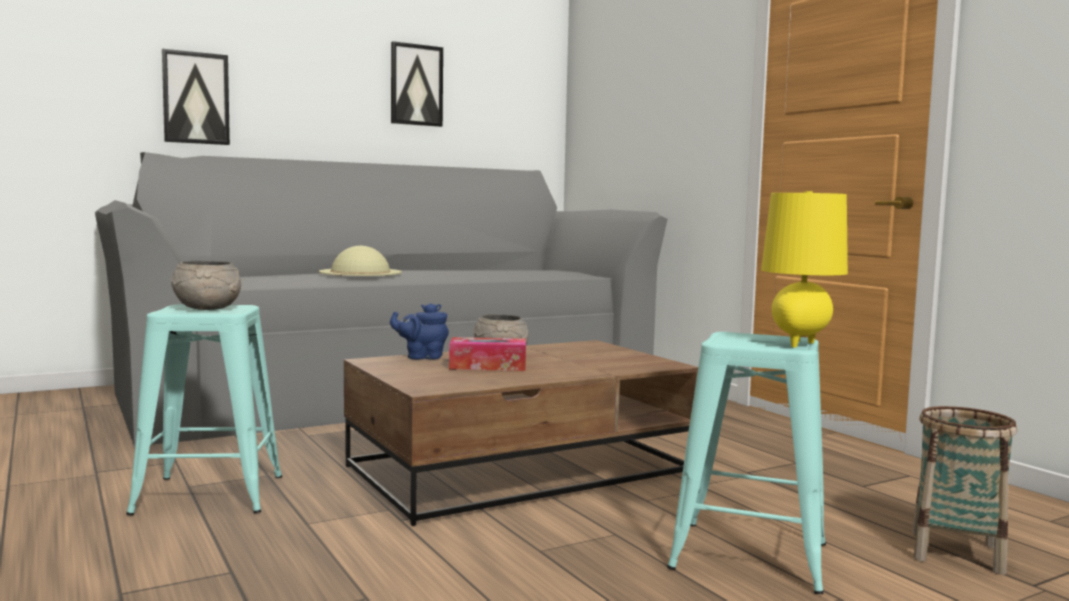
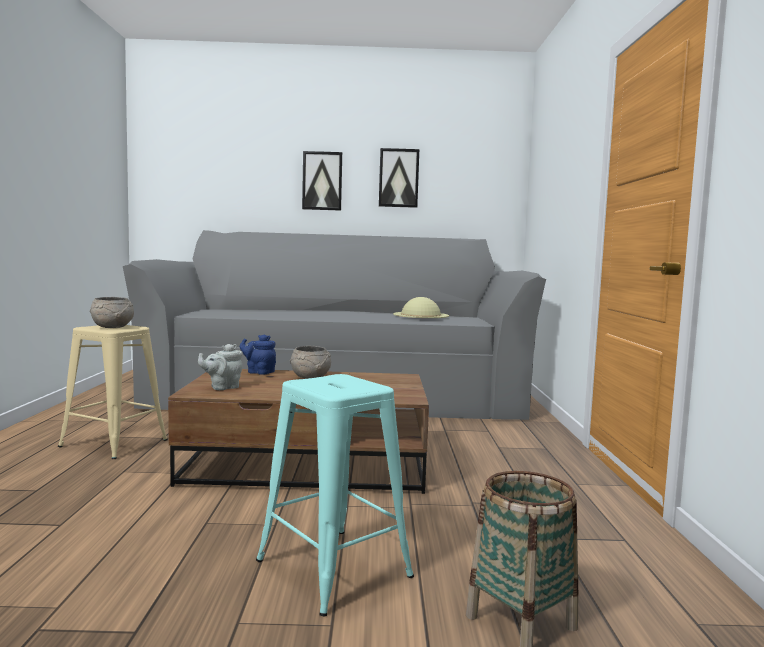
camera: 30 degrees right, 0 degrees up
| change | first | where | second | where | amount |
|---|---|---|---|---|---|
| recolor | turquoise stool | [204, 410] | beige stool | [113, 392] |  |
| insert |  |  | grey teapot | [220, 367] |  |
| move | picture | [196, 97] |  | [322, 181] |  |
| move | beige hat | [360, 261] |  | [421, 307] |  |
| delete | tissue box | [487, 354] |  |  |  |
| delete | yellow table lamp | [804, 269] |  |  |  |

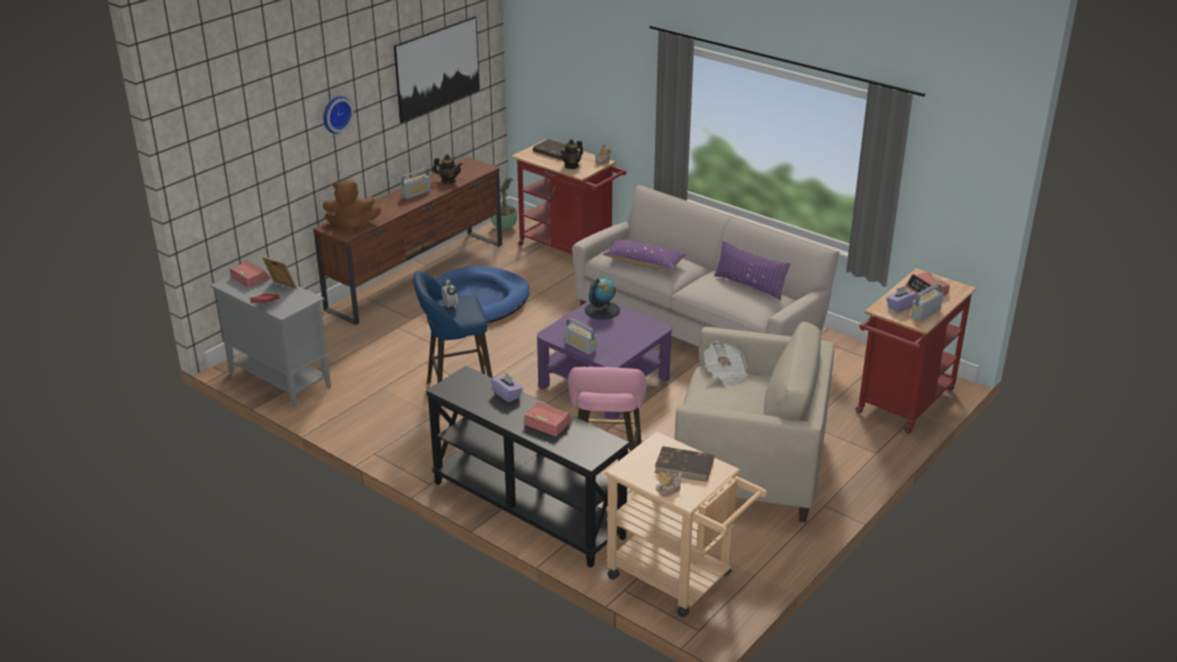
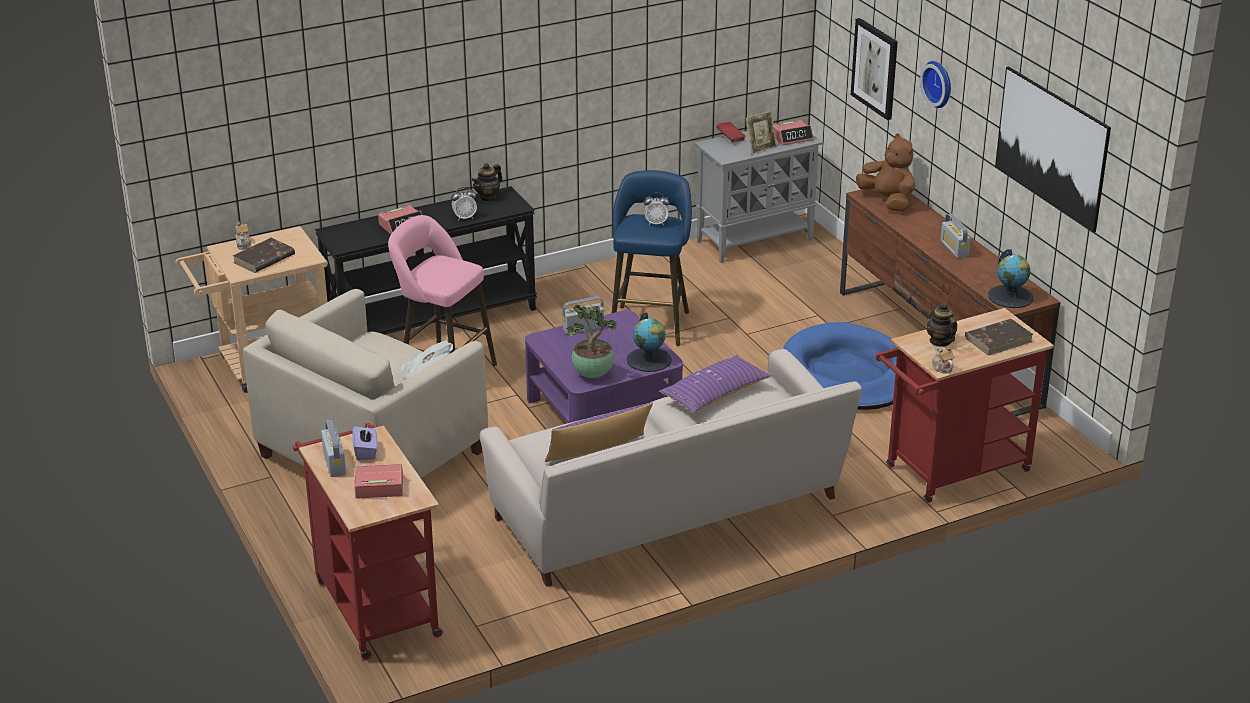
camera: 115 degrees right, 0 degrees up
| change | first | where | second | where | amount |
|---|---|---|---|---|---|
| replace | purple tissue box | [507, 387] | alarm clock | [464, 203] |  |
| move | teapot | [447, 169] |  | [487, 182] |  |
| move | potted plant | [503, 204] |  | [592, 341] |  |
| insert |  |  | picture | [874, 69] |  |
| rotate | brown plush toy | [351, 206] |  | [885, 172] | 120 degrees clockwise |
| insert |  |  | globe | [1011, 278] |  |

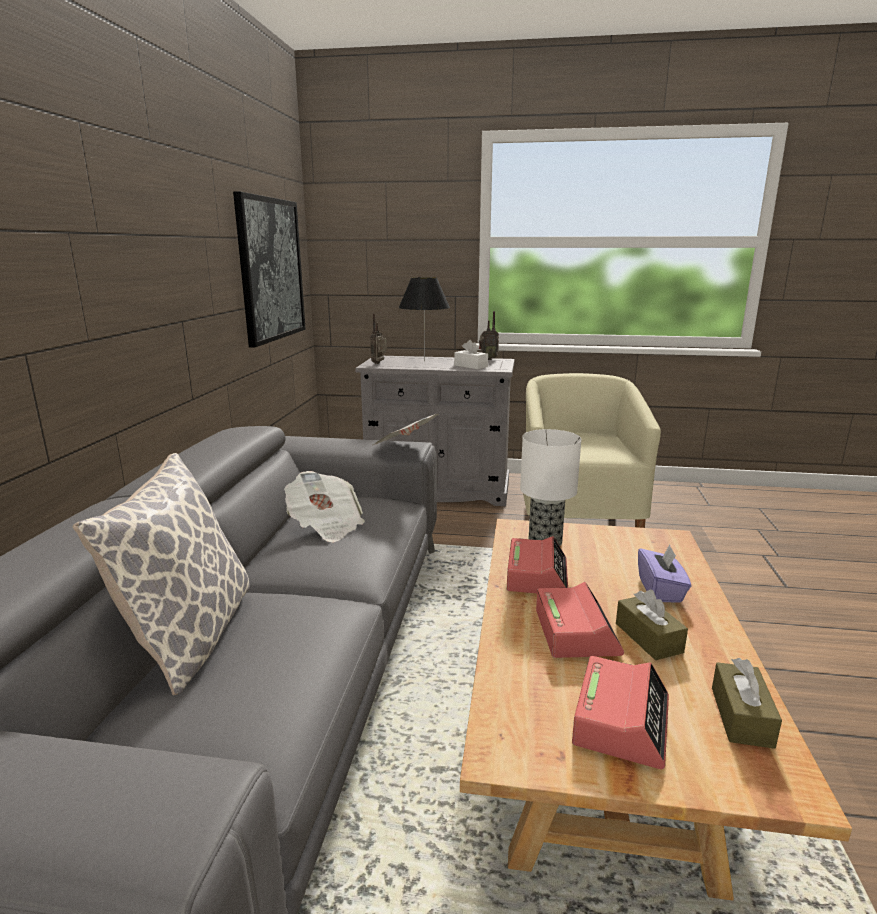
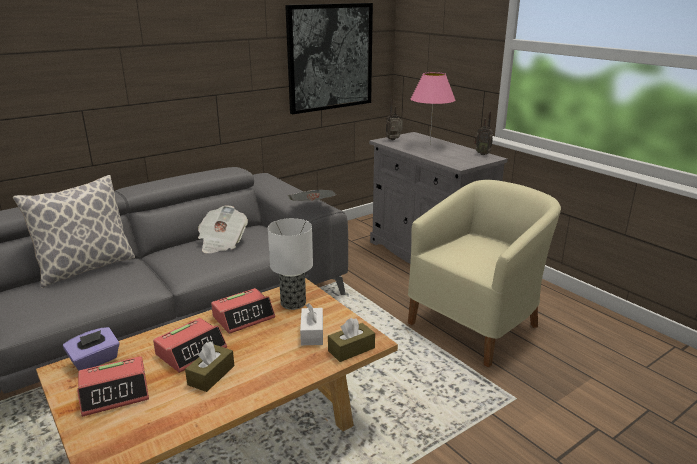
camera: 45 degrees right, 5 degrees up
| change | first | where | second | where | amount |
|---|---|---|---|---|---|
| move | purple tissue box | [664, 573] |  | [91, 349] |  |
| move | white tissue box | [471, 354] |  | [311, 324] |  |
| move | brown tissue box | [747, 703] |  | [351, 340] |  |
| recolor | black table lamp | [424, 319] | pink table lamp | [433, 108] |  |

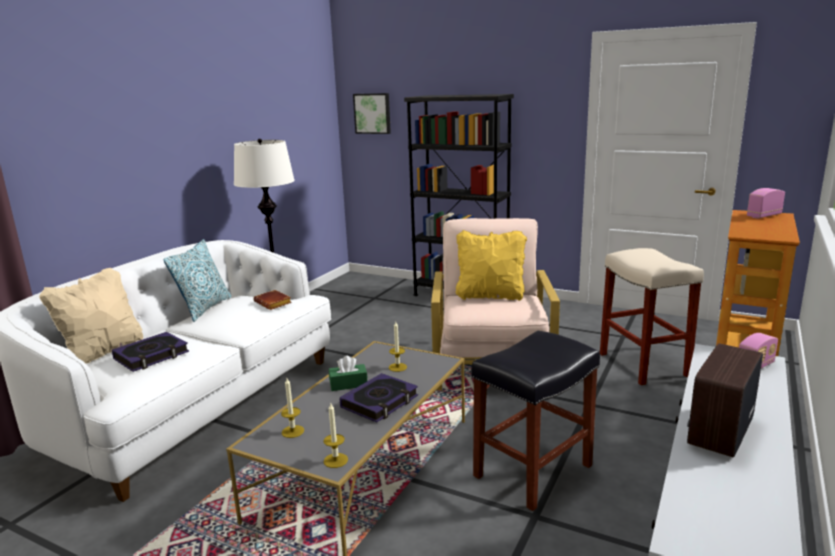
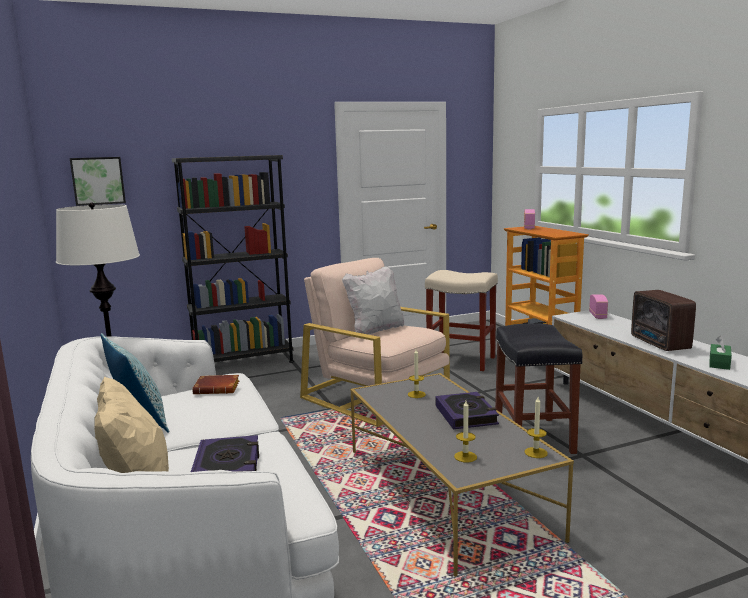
camera: 50 degrees left, 5 degrees down
| change | first | where | second | where | amount |
|---|---|---|---|---|---|
| recolor | yellow pillow | [491, 265] | white pillow | [373, 300] |  |
| move | green tissue box | [348, 373] |  | [721, 353] |  |

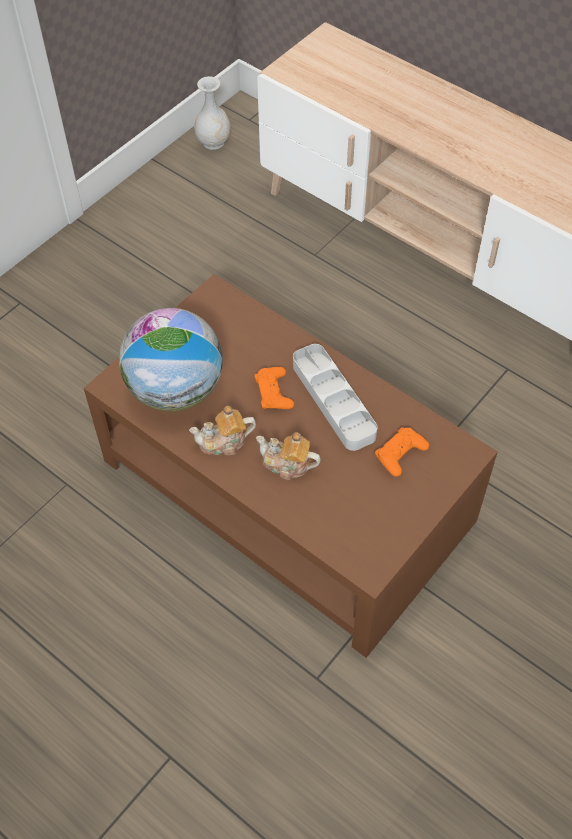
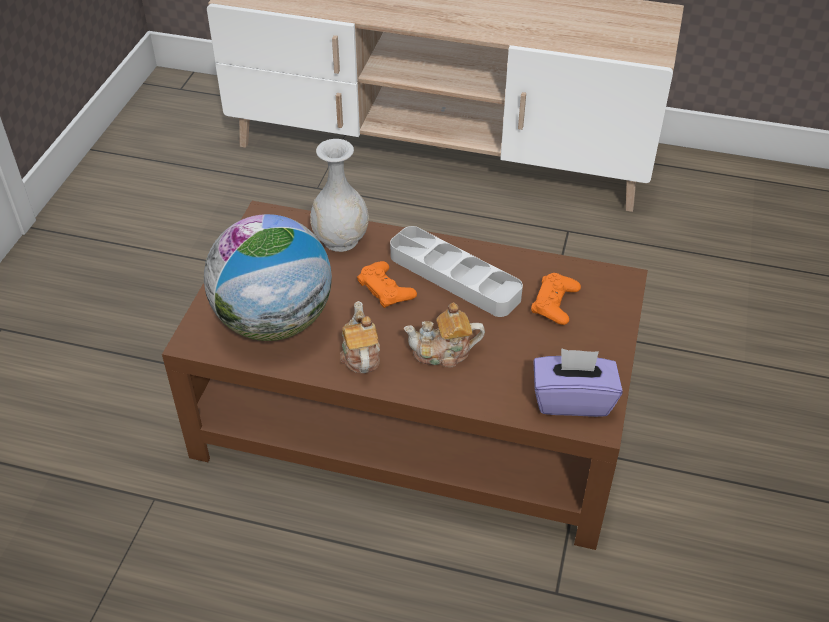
camera: 25 degrees left, 10 degrees down
| change | first | where | second | where | amount |
|---|---|---|---|---|---|
| move | white vase | [212, 113] |  | [339, 195] |  |
| rotate | teapot | [222, 430] |  | [360, 337] | 120 degrees clockwise |
| insert |  |  | purple tissue box | [577, 382] |  |

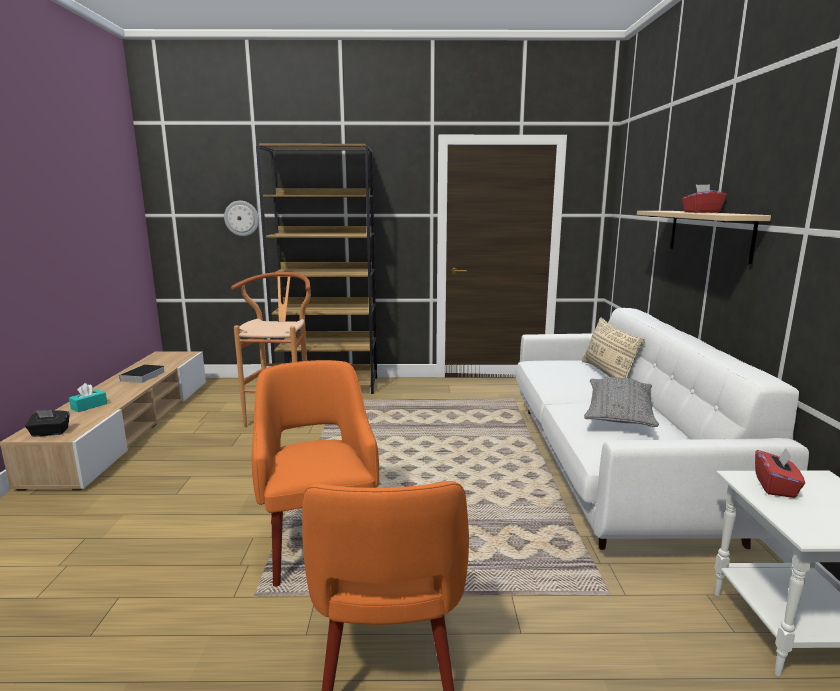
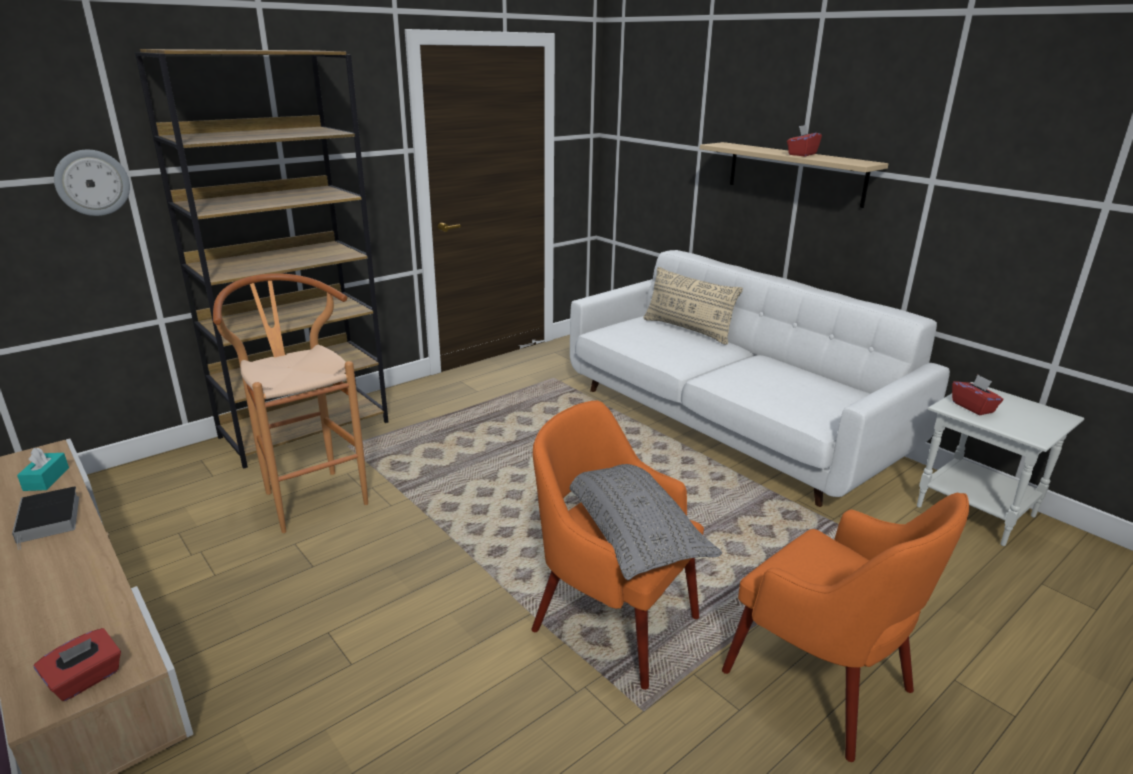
camera: 40 degrees left, 10 degrees up
| change | first | where | second | where | amount |
|---|---|---|---|---|---|
| move | turquoise tissue box | [88, 397] |  | [43, 469] |  |
| recolor | black tissue box | [47, 423] | red tissue box | [77, 664] |  |
| move | grey pillow | [621, 402] |  | [646, 520] |  |

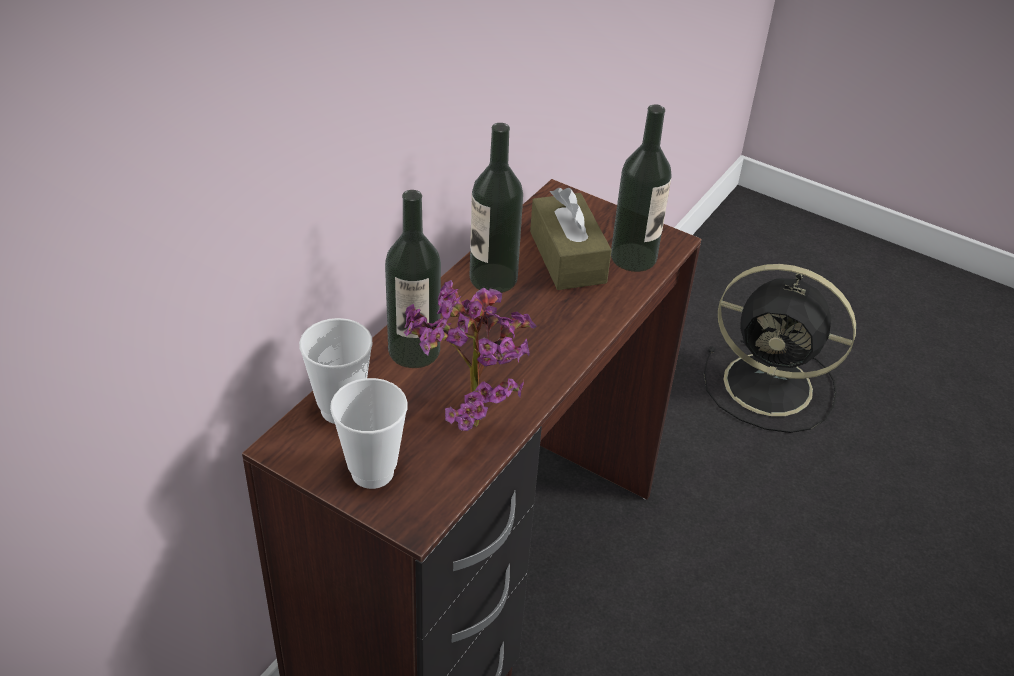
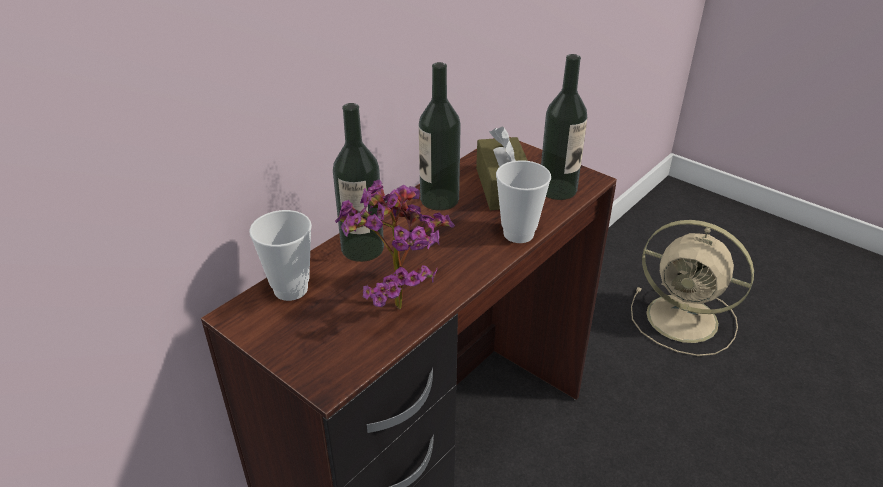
camera: 10 degrees right, 5 degrees down
| change | first | where | second | where | amount |
|---|---|---|---|---|---|
| move | cup | [369, 433] |  | [523, 201] |  |
| recolor | black fan | [780, 348] | beige fan | [692, 288] |  |

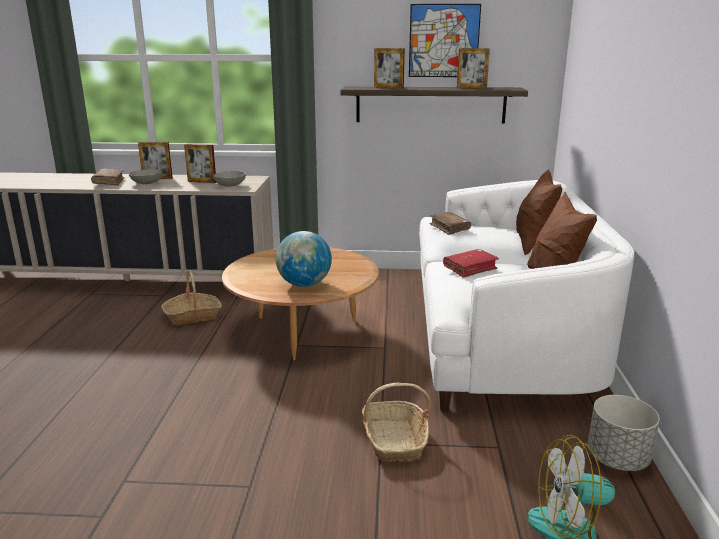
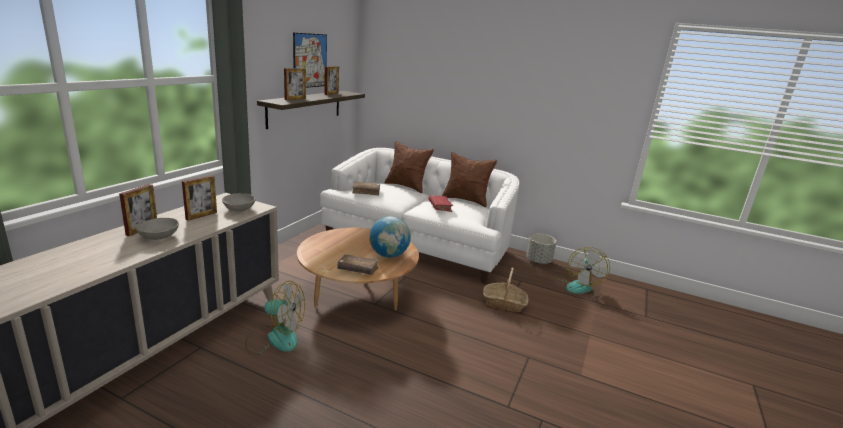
camera: 70 degrees left, 0 degrees up
| change | first | where | second | where | amount |
|---|---|---|---|---|---|
| replace | basket | [191, 298] | fan | [275, 318] |  |
| move | brown book | [108, 177] |  | [358, 264] |  |

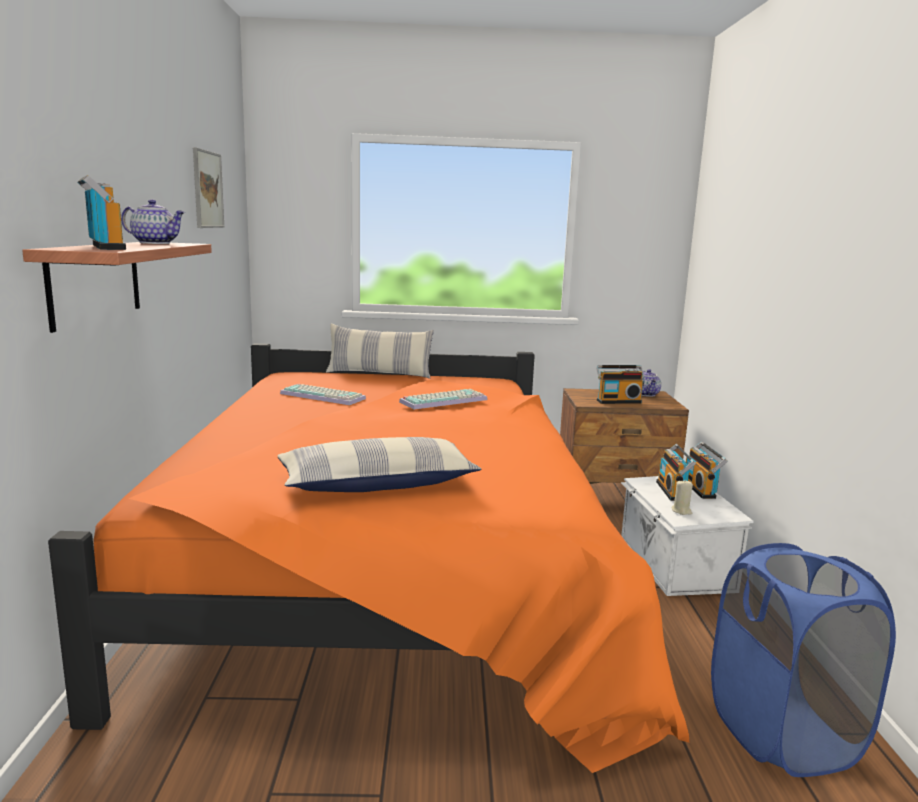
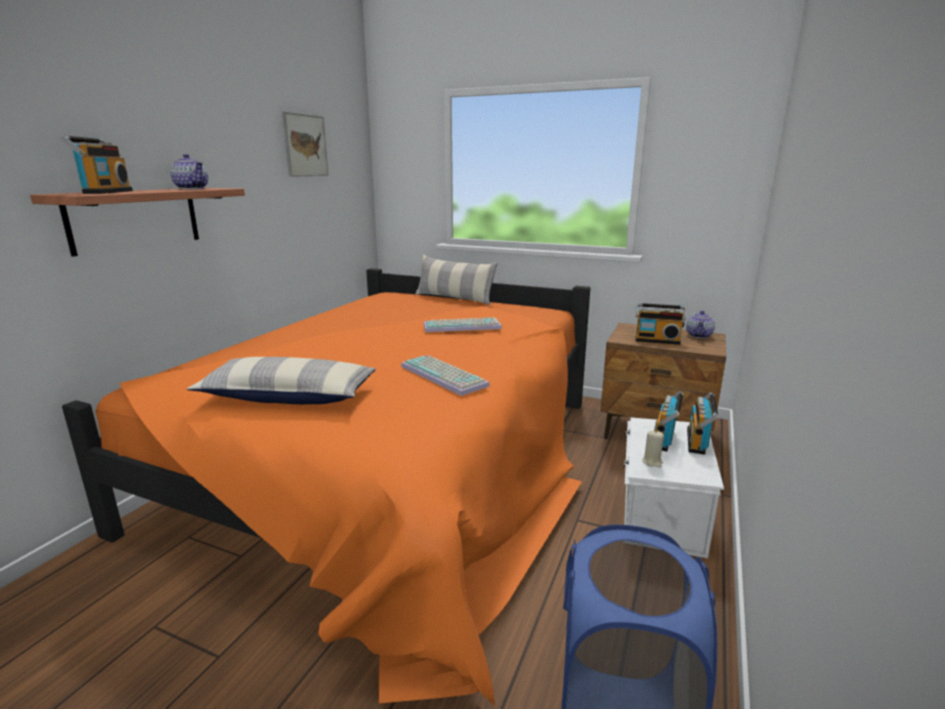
camera: 25 degrees right, 5 degrees up
| change | first | where | second | where | amount |
|---|---|---|---|---|---|
| move | keyboard | [323, 394] |  | [445, 375] |  |

